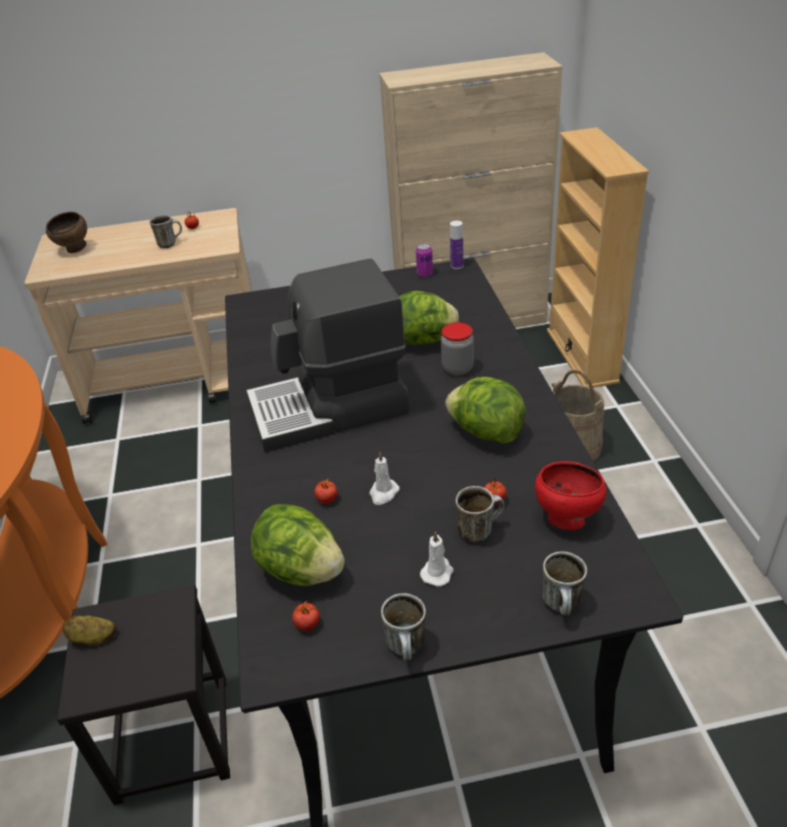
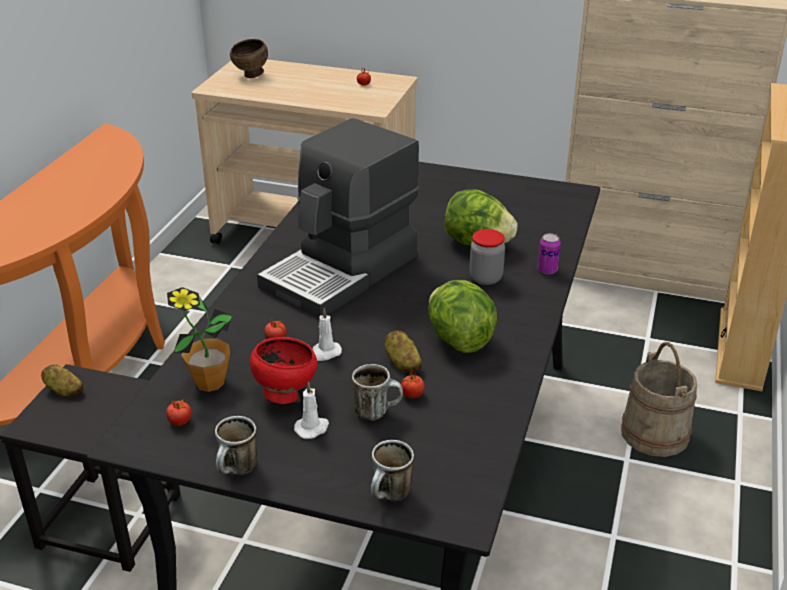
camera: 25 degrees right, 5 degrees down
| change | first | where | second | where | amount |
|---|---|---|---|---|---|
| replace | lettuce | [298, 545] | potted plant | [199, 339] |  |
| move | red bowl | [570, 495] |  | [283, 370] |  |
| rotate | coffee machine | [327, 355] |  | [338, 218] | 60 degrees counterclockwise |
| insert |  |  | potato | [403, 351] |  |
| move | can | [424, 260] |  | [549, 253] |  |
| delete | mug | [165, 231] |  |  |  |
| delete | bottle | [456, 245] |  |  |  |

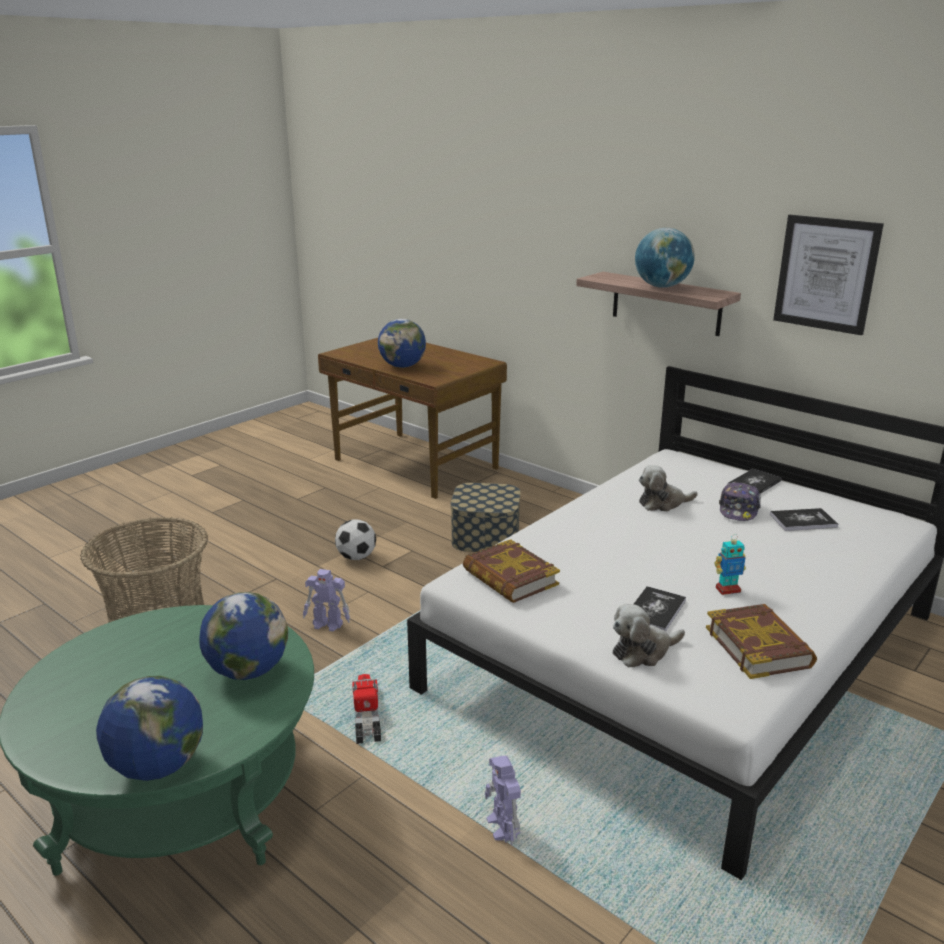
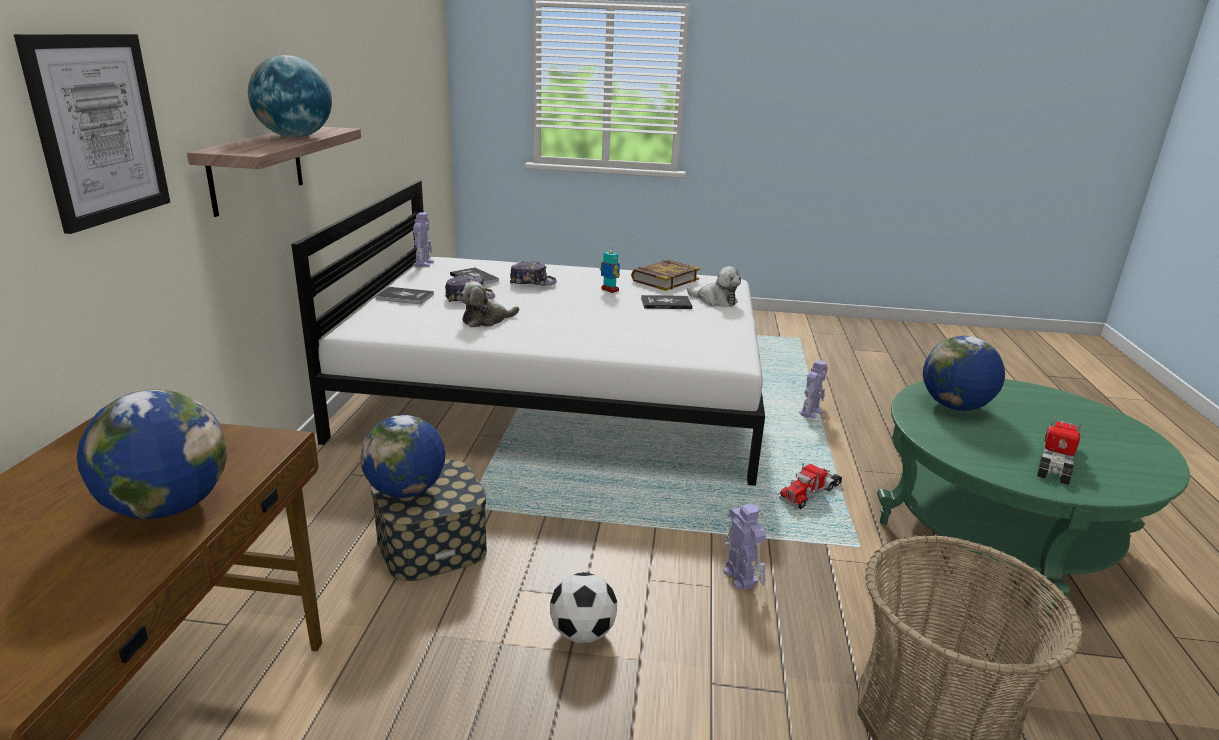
camera: 125 degrees left, 0 degrees up
| change | first | where | second | where | amount |
|---|---|---|---|---|---|
| move | picture | [828, 275] |  | [92, 134] |  |
| move | globe | [149, 728] |  | [403, 456] |  |
| insert |  |  | toy robot | [423, 239] |  |
| rotate | plush toy | [668, 488] |  | [489, 304] | 105 degrees clockwise |
| insert |  |  | cap | [533, 273] |  |
| insert |  |  | toy truck | [1059, 451] |  |
| delete | book | [511, 571] |  |  |  |

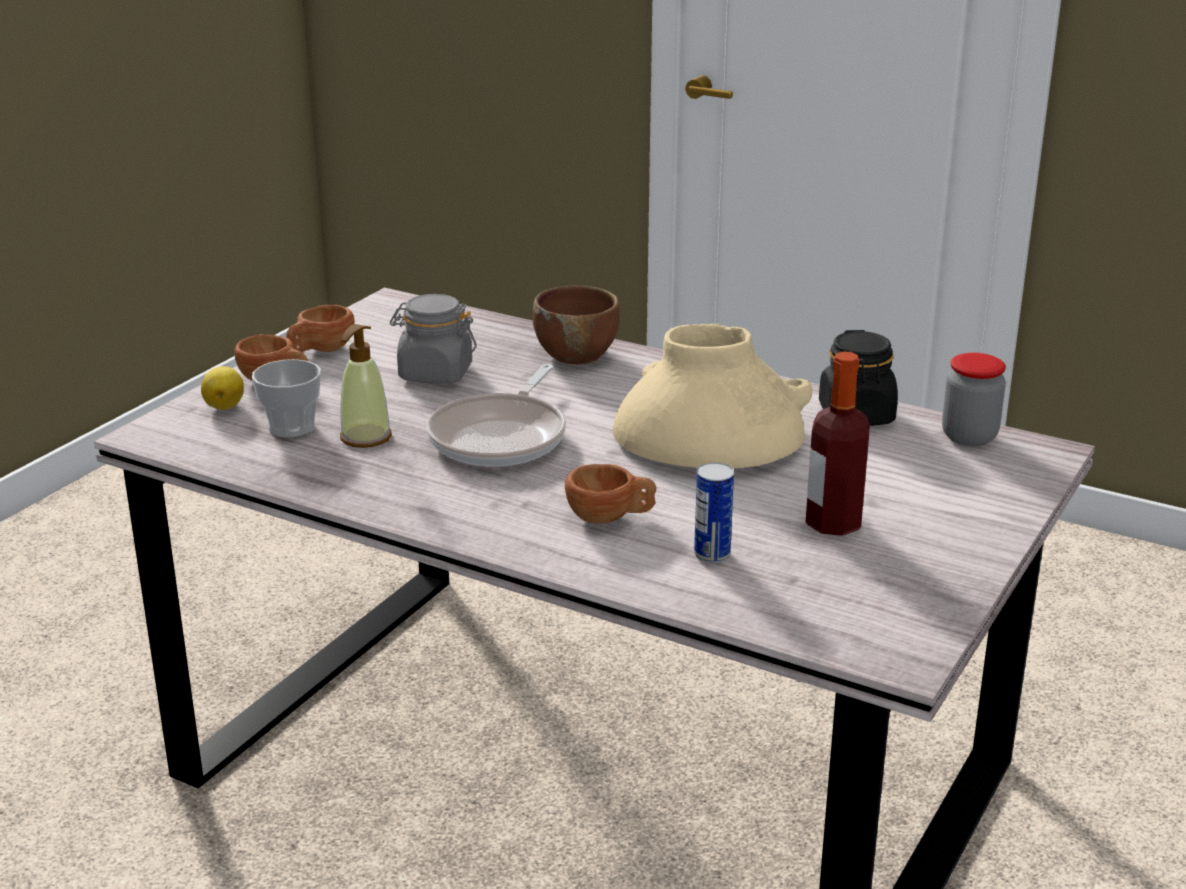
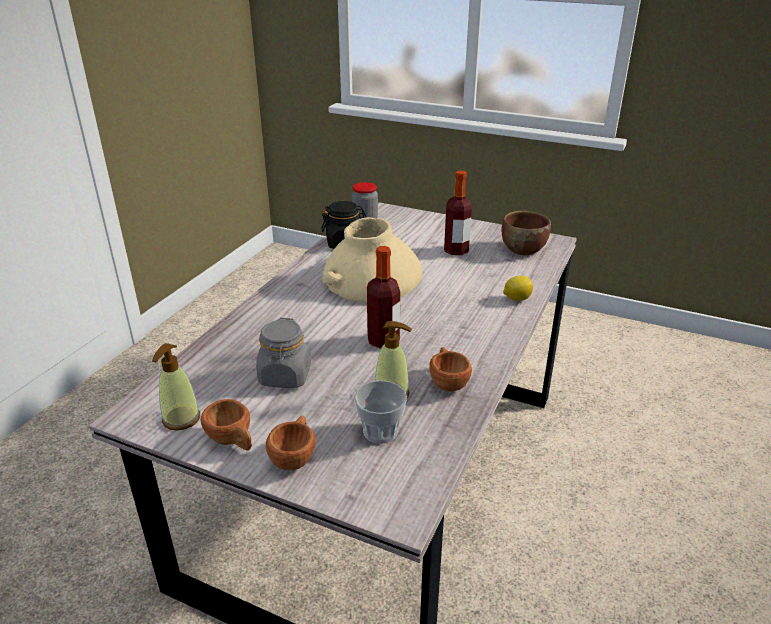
camera: 95 degrees left, 5 degrees up
| change | first | where | second | where | amount |
|---|---|---|---|---|---|
| insert |  |  | soap dispenser | [176, 387] |  |
| replace | frying pan | [496, 415] | bottle | [383, 297] |  |
| move | brown cup | [610, 494] |  | [450, 369] |  |
| move | brown bowl | [576, 324] |  | [526, 233] |  |
| move | lemon | [222, 388] |  | [518, 288] |  |
| delete | can | [714, 513] |  |  |  |

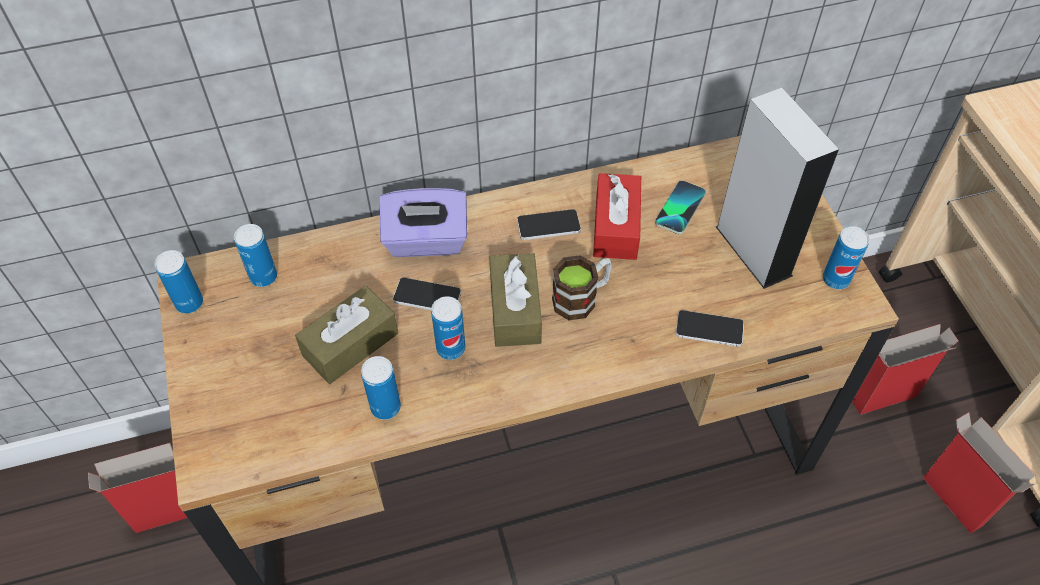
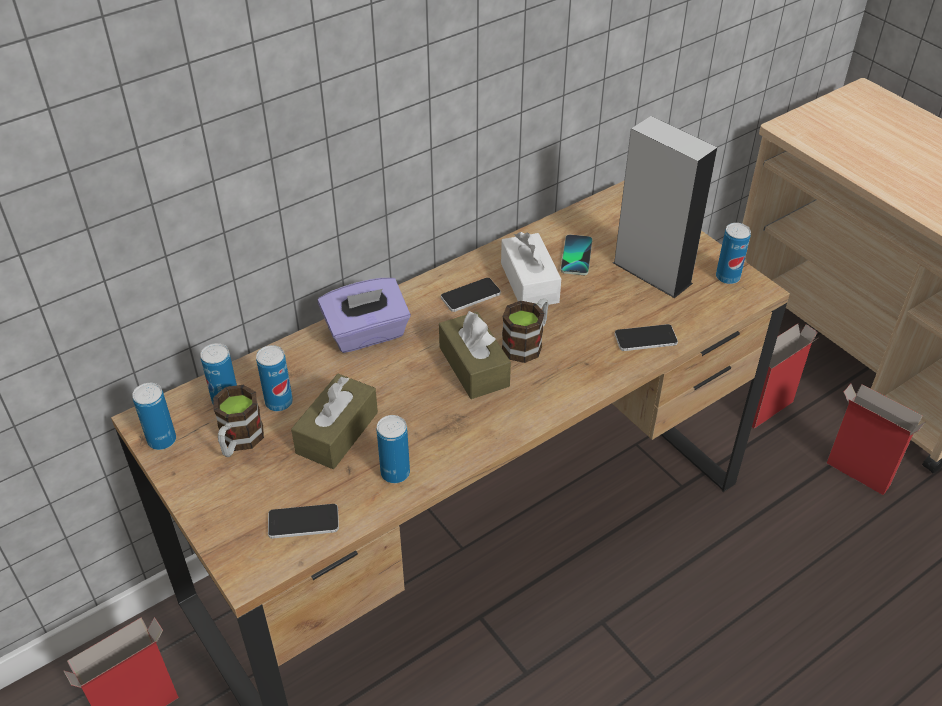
camera: 20 degrees left, 10 degrees down
| change | first | where | second | where | amount |
|---|---|---|---|---|---|
| insert |  |  | mug | [238, 421] |  |
| move | can | [448, 328] |  | [274, 378] |  |
| move | phone | [427, 293] |  | [303, 521] |  |
| recolor | red tissue box | [617, 216] | white tissue box | [531, 268] |  |

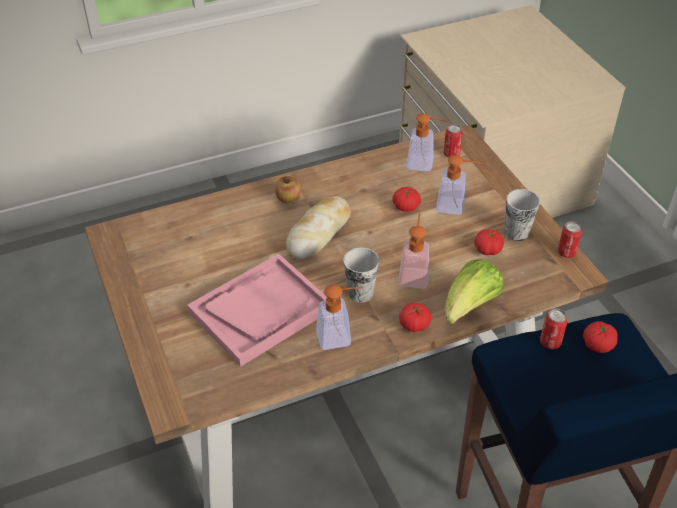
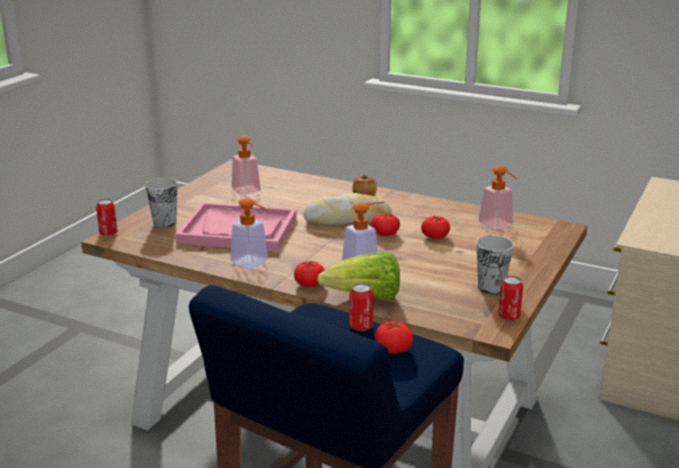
camera: 50 degrees right, 20 degrees down
| change | first | where | second | where | amount |
|---|---|---|---|---|---|
| move | can | [453, 140] |  | [107, 217] |  |
| move | cup | [361, 275] |  | [161, 203] |  |
| move | soap dispenser | [459, 185] |  | [246, 165] |  |
| move | tomato | [489, 242] |  | [385, 224] |  |

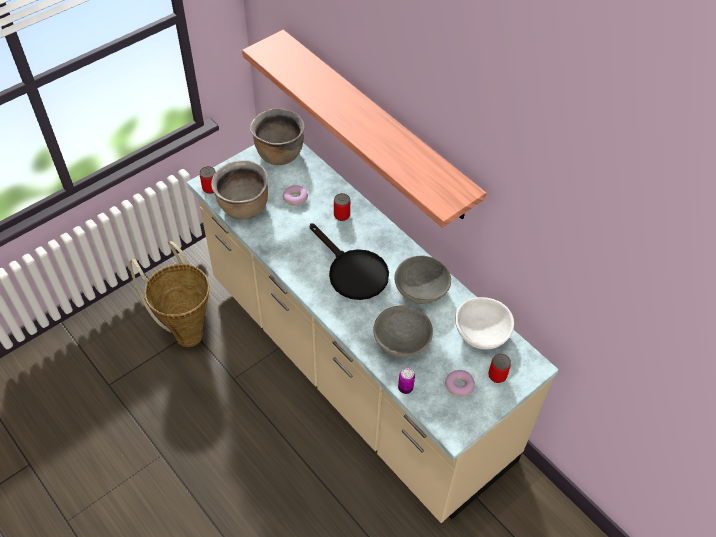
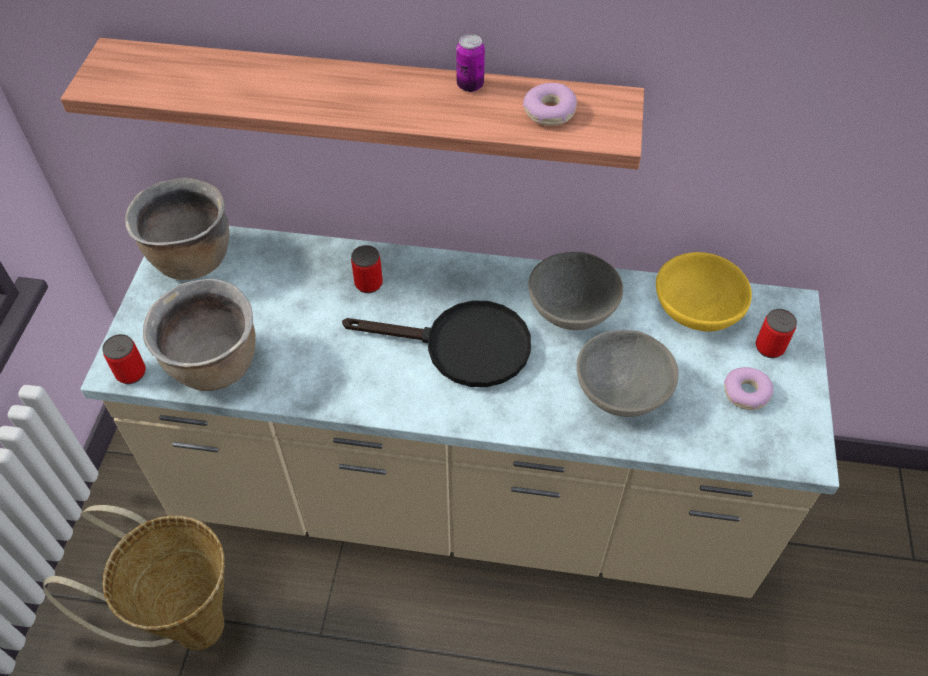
camera: 40 degrees left, 0 degrees up
| change | first | where | second | where | amount |
|---|---|---|---|---|---|
| move | can | [406, 381] |  | [470, 63] |  |
| move | donut | [295, 195] |  | [550, 104] |  |
| recolor | white bowl | [484, 323] | yellow bowl | [704, 292] |  |

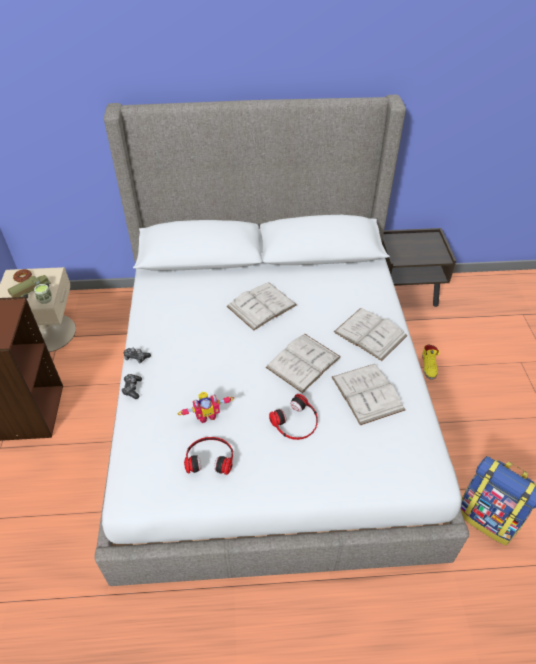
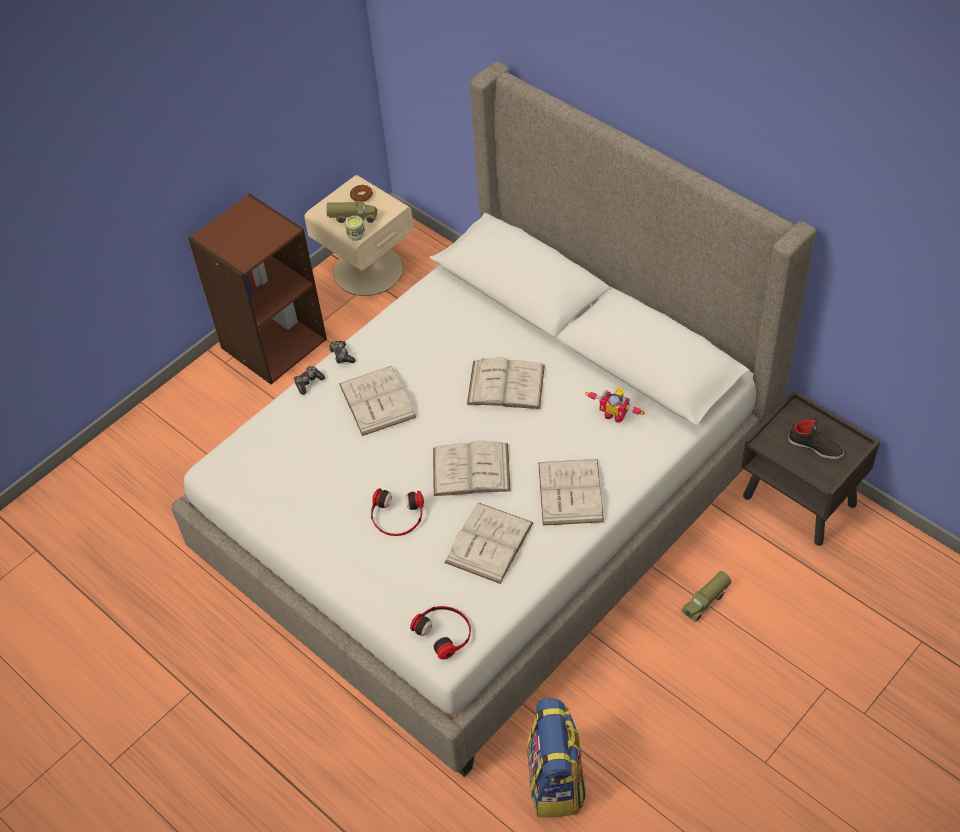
camera: 50 degrees right, 5 degrees up
| change | first | where | second | where | amount |
|---|---|---|---|---|---|
| insert |  |  | white book | [377, 401] |  |
| move | headphones | [208, 456] |  | [440, 632] |  |
| move | toy robot | [205, 407] |  | [615, 405] |  |
| replace | yellow shoe | [431, 362] | toy truck | [706, 596] |  |
| insert |  |  | black shoe | [816, 438] |  |

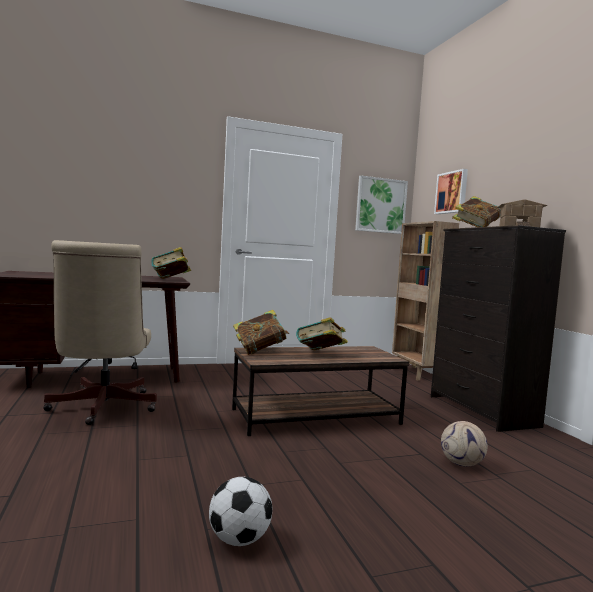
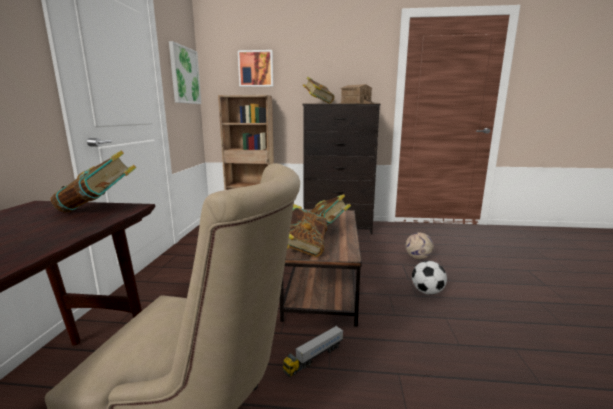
camera: 65 degrees left, 10 degrees up
| change | first | where | second | where | amount |
|---|---|---|---|---|---|
| insert |  |  | toy truck | [313, 351] |  |
| move | football | [240, 511] |  | [429, 278] |  |

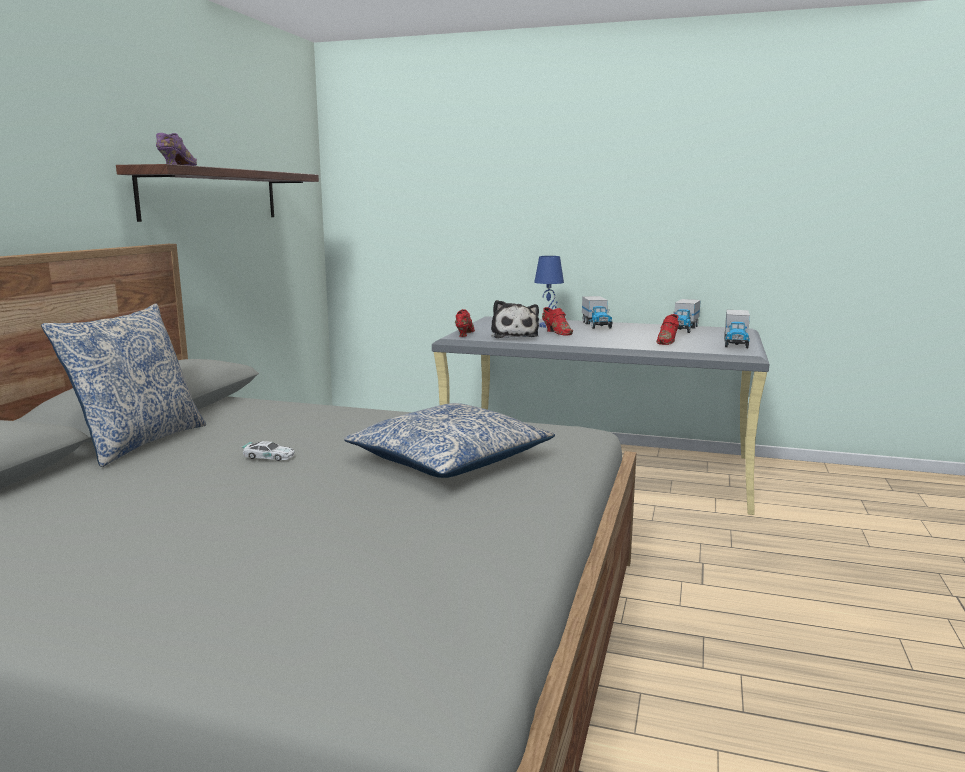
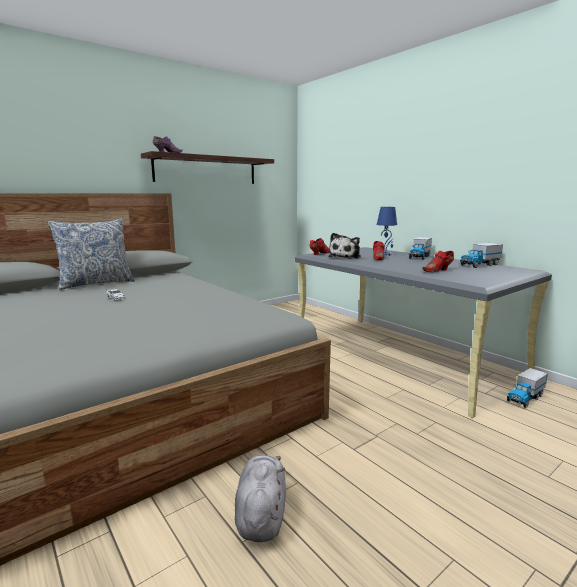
camera: 35 degrees right, 0 degrees up
| change | first | where | second | where | amount |
|---|---|---|---|---|---|
| insert |  |  | grey plush toy | [260, 498] |  |
| move | toy truck | [737, 329] |  | [527, 388] |  |
| delete | pillow | [449, 440] |  |  |  |

